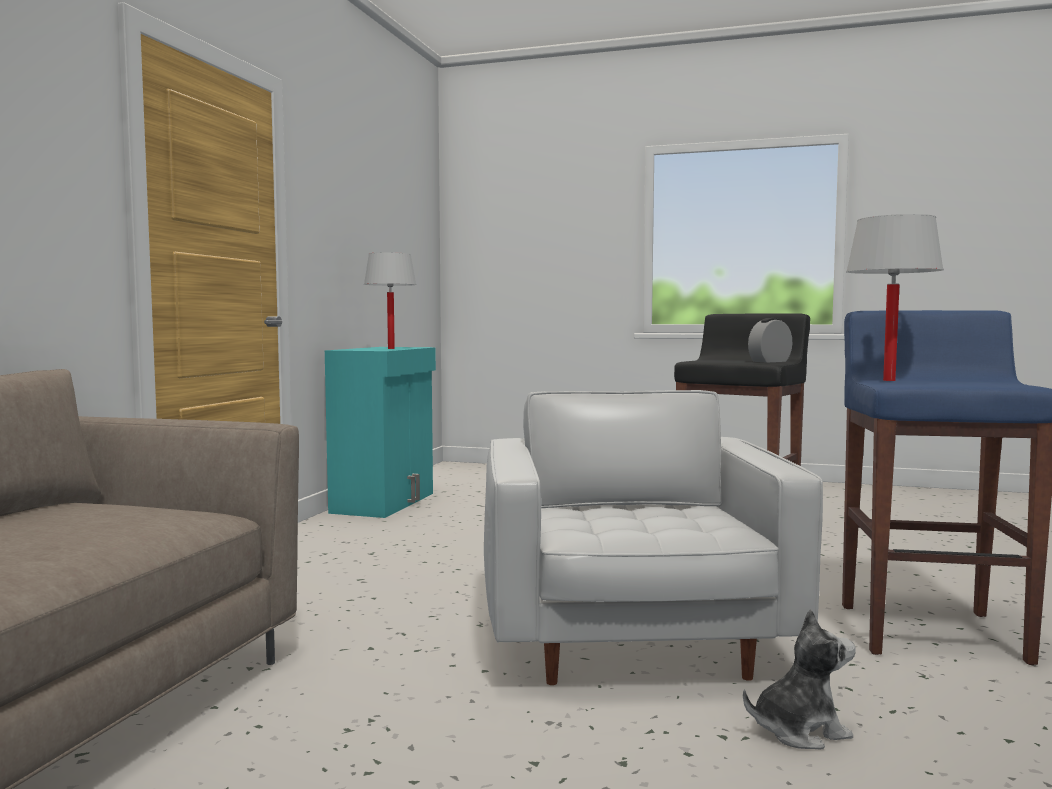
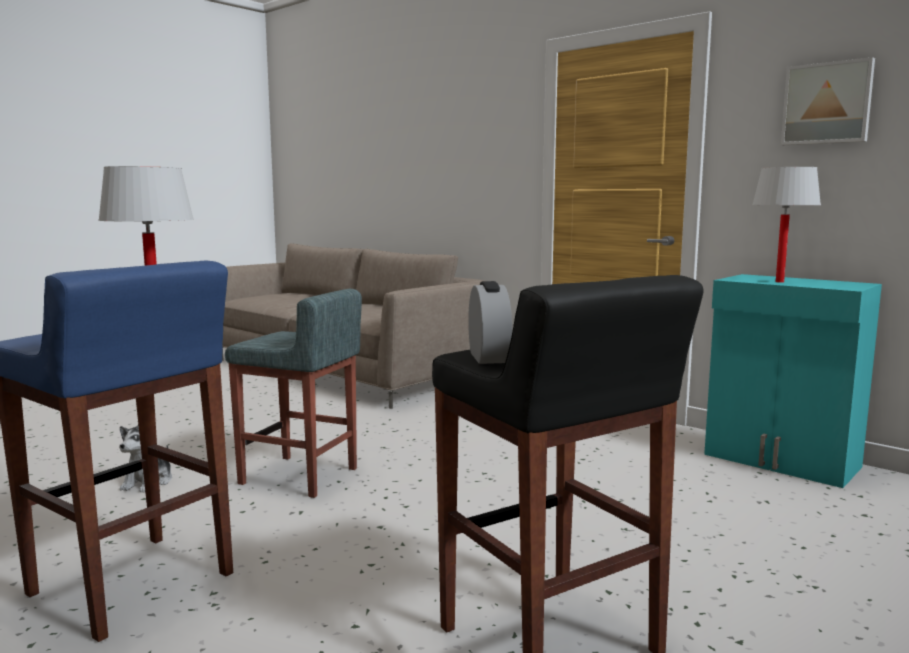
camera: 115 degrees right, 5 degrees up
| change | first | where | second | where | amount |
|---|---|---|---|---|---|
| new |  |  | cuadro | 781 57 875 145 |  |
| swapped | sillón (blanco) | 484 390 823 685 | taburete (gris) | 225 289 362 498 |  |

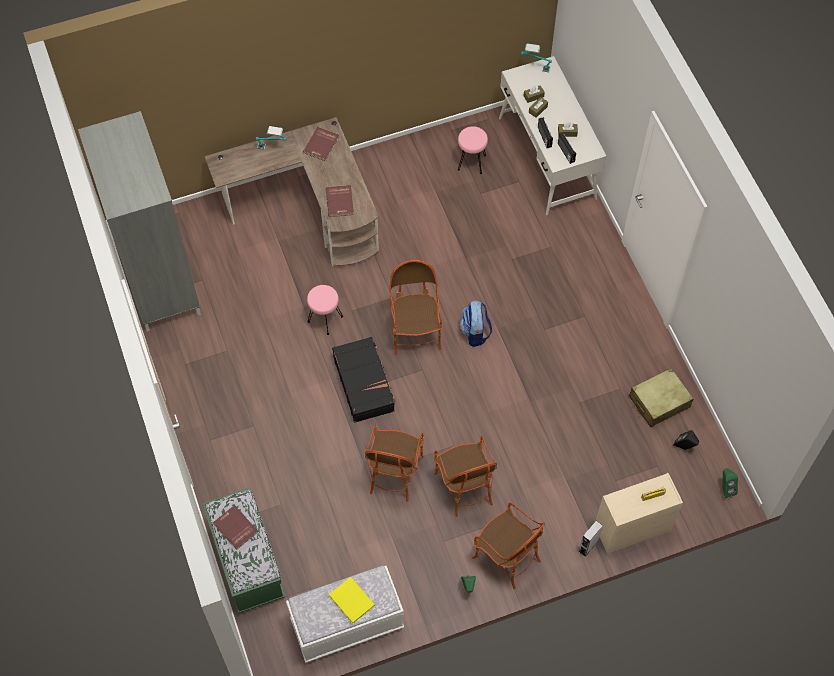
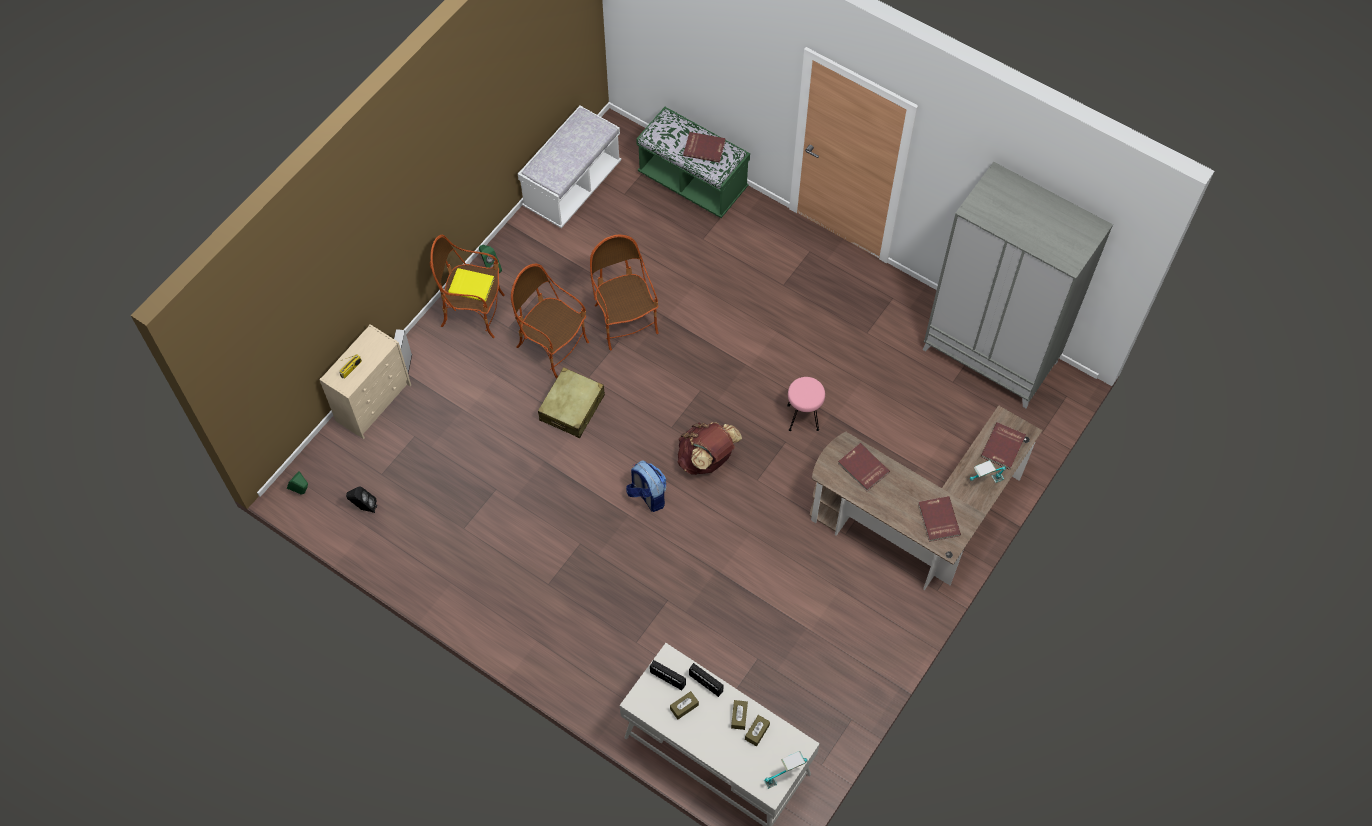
camera: 145 degrees right, 0 degrees up
| change | first | where | second | where | amount |
|---|---|---|---|---|---|
| gone | maleta (negro) | 332 337 396 423 |  |  |  |
| gone | taburete (rosa) | 458 126 488 174 |  |  |  |
| new |  |  | libro (rojo) | 981 422 1026 470 |  |
| shifted | libro (amarillo) | 329 577 375 624 |  | 448 268 494 302 |  |
| shifted | maleta (beis) | 629 368 694 427 |  | 538 367 605 438 |  |
| swapped | sillón | 389 260 443 355 | mochila (marrón) | 678 422 742 475 |  |

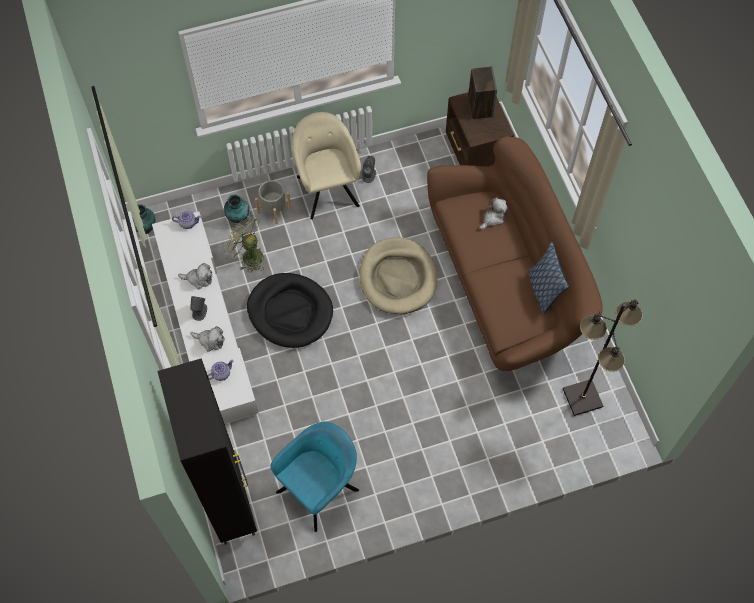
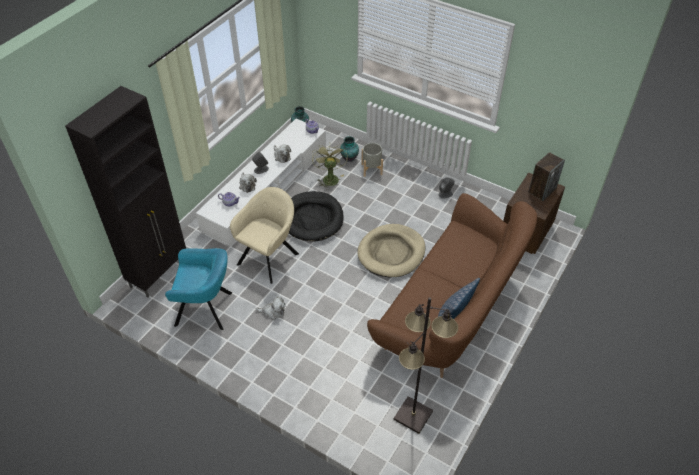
camera: 50 degrees right, 15 degrees down
| change | first | where | second | where | amount |
|---|---|---|---|---|---|
| shifted | sillón (beis) | 292 112 361 220 |  | 230 187 299 284 |  |
| shifted | peluche | 479 197 507 230 |  | 256 297 285 320 |  |

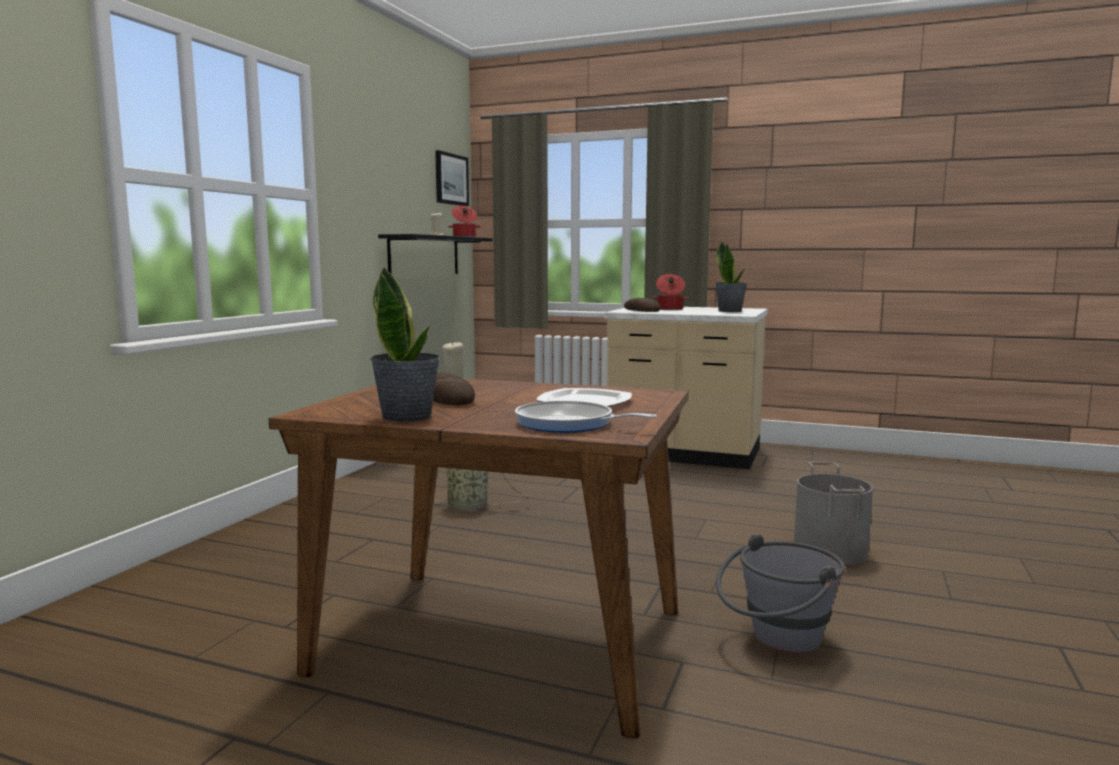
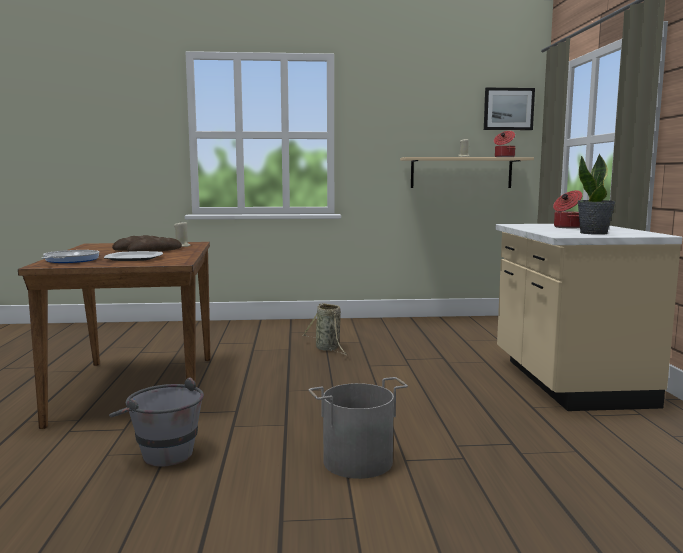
camera: 65 degrees right, 0 degrees up
| change | first | where | second | where | amount |
|---|---|---|---|---|---|
| gone | planta en maceta | 370 267 440 422 |  |  |  |
| shifted | pan | 624 298 661 312 |  | 127 237 182 252 |  |
| repainted | estante (negro) | 378 234 493 274 | estante (beis) | 400 157 534 188 |  |

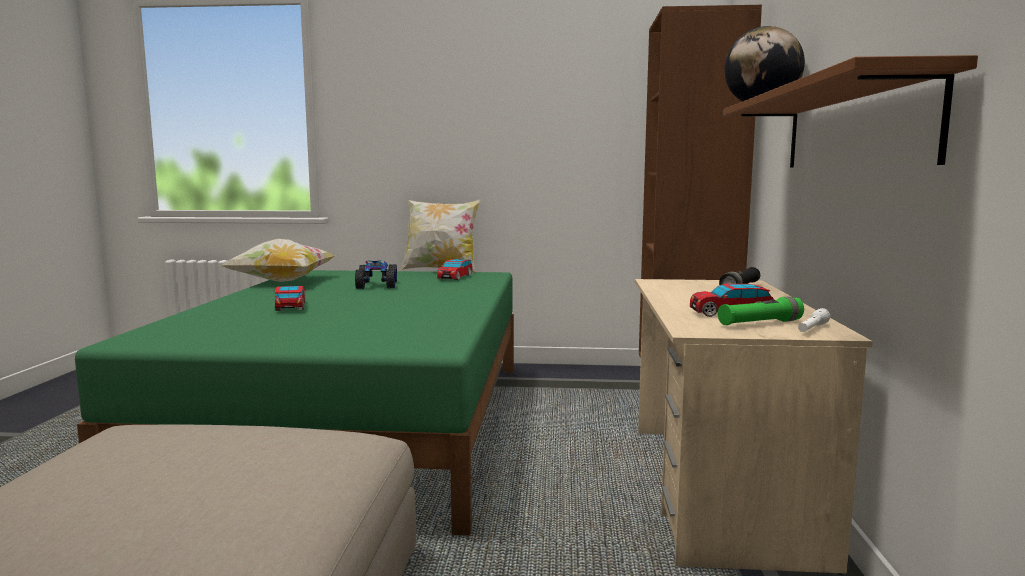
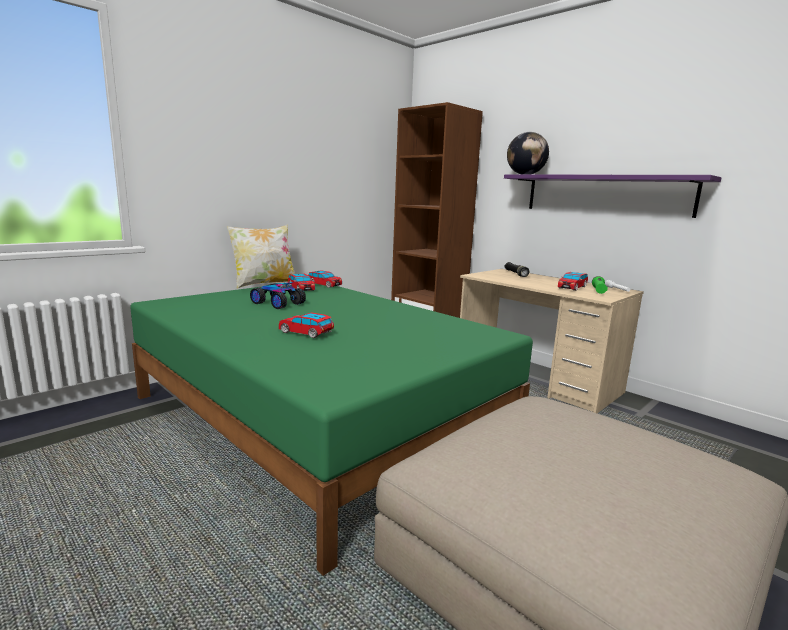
camera: 50 degrees left, 5 degrees up
| change | first | where | second | where | amount |
|---|---|---|---|---|---|
| gone | cojín | 221 239 334 282 |  |  |  |
| new |  |  | coche de juguete | 308 270 342 288 |  |
| repainted | estante (marrón) | 723 55 978 168 | estante (morado) | 504 174 722 218 |  |

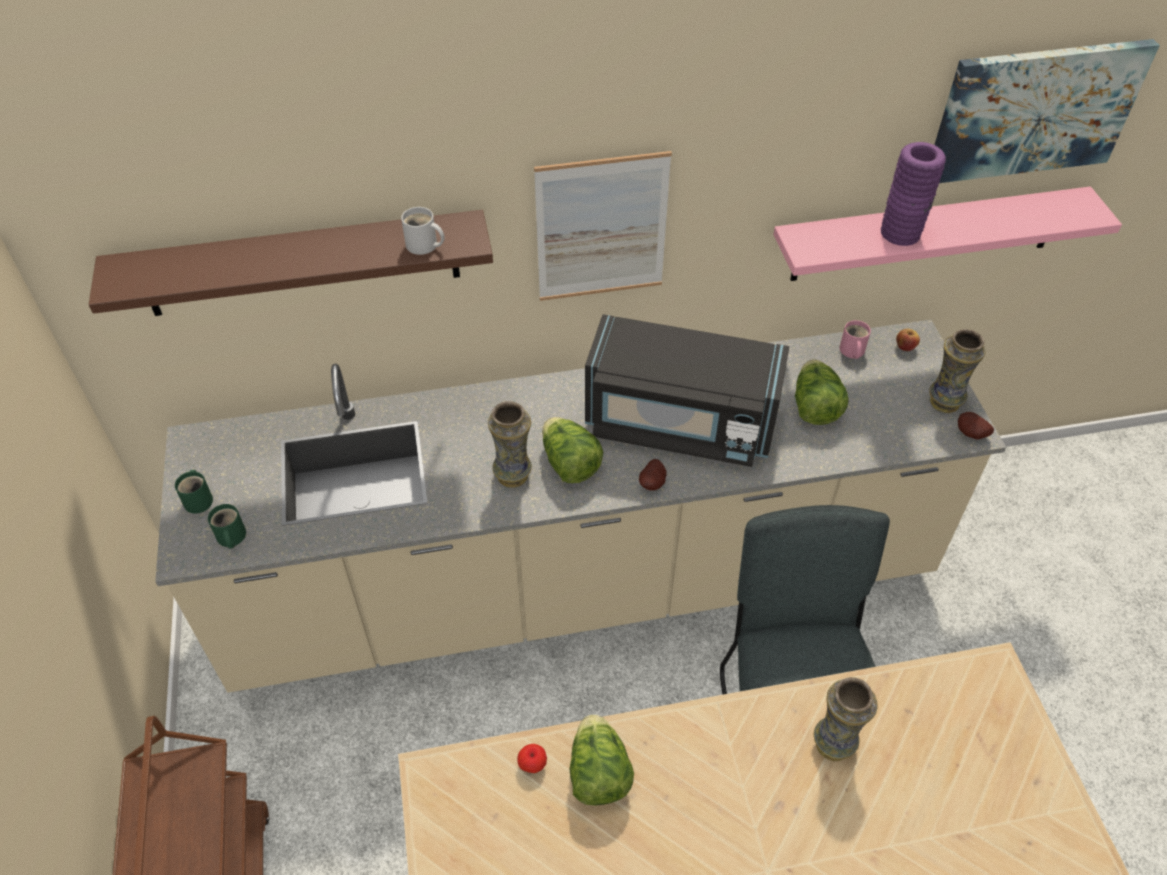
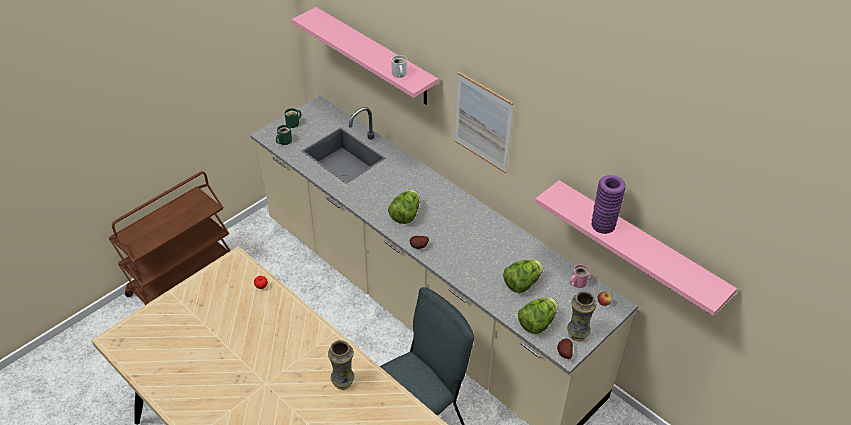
camera: 55 degrees right, 5 degrees down
| change | first | where | second | where | amount |
|---|---|---|---|---|---|
| gone | florero | 488 401 532 488 |  |  |  |
| gone | microondas (negro) | 585 314 789 467 |  |  |  |
| gone | cuadro | 934 39 1160 183 |  |  |  |
| shifted | lechuga | 569 714 634 806 |  | 518 298 558 334 |  |
| repainted | estante (marrón) | 89 210 493 316 | estante (rosa) | 292 7 438 105 |  |

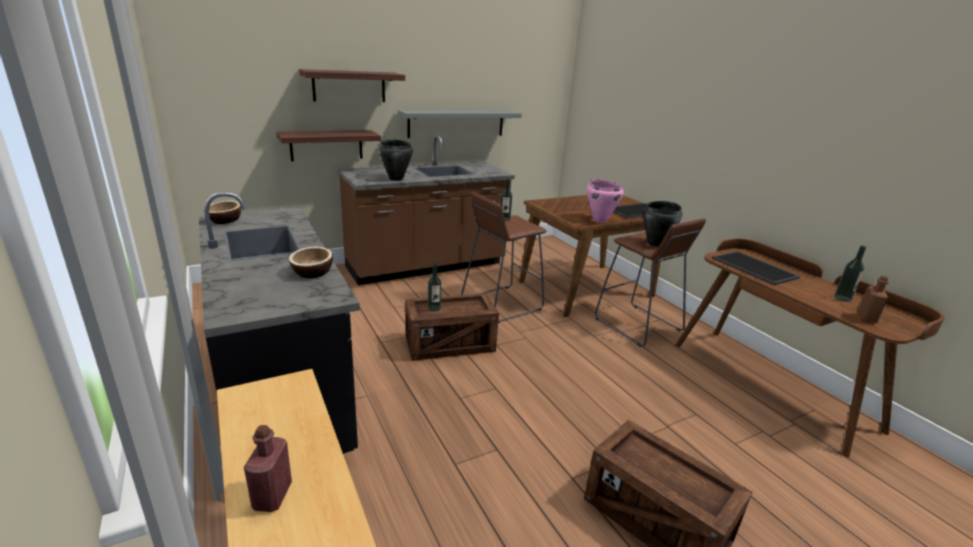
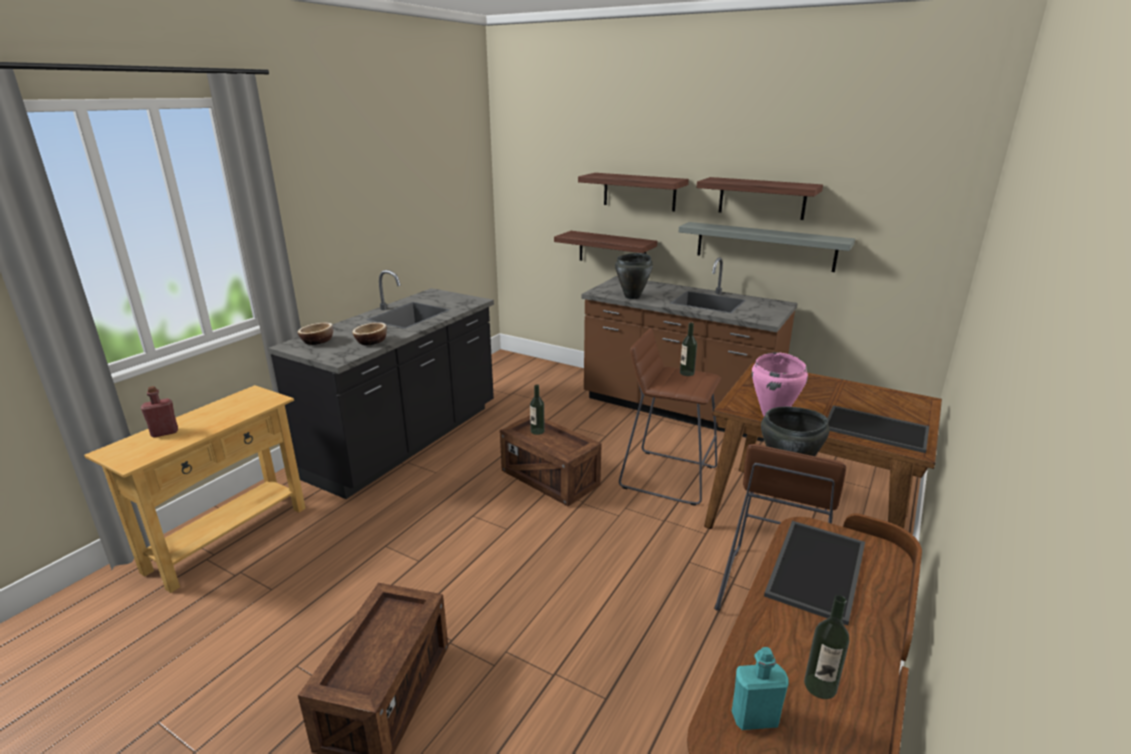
camera: 60 degrees right, 0 degrees up
| change | first | where | second | where | amount |
|---|---|---|---|---|---|
| new |  |  | estante | 696 177 823 220 |  |
| shifted | cuenco | 204 201 241 224 |  | 298 323 333 345 |  |
| repainted | botella (marrón) | 858 275 889 324 | botella (turquesa) | 732 647 789 730 |  |

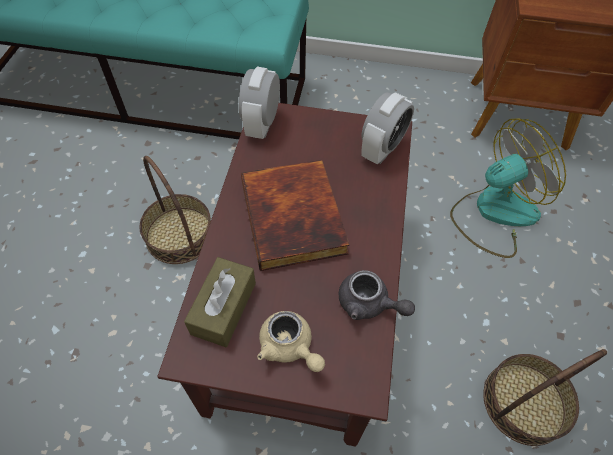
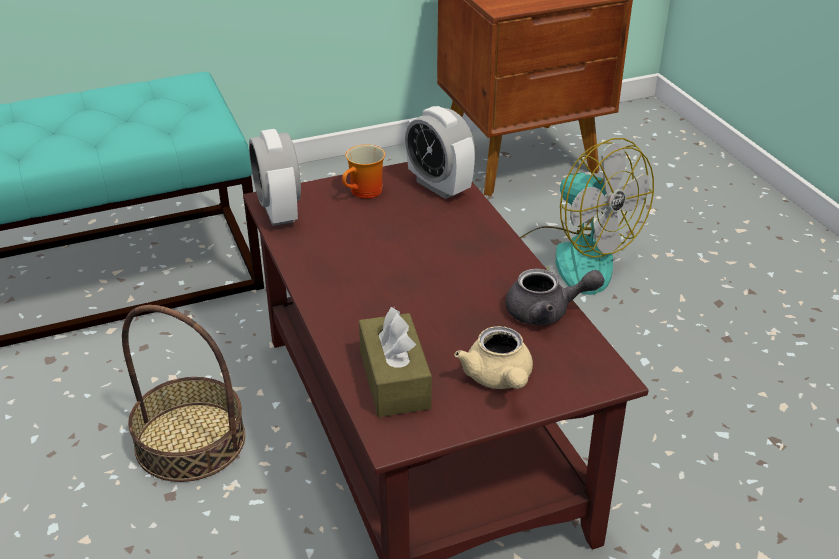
camera: 30 degrees left, 20 degrees down
| change | first | where | second | where | amount |
|---|---|---|---|---|---|
| gone | libro | 241 160 350 271 |  |  |  |
| gone | cesta | 483 349 607 446 |  |  |  |
| new |  |  | taza grande | 342 144 385 199 |  |
| rotated | tetera (beis) | 257 311 325 372 |  | 454 326 533 389 | 60 degrees clockwise |
| rotated | despertador | 361 92 414 165 |  | 405 106 475 199 | 135 degrees clockwise |
| rotated | ventilador | 450 118 566 258 |  | 520 138 654 295 | 105 degrees clockwise |

